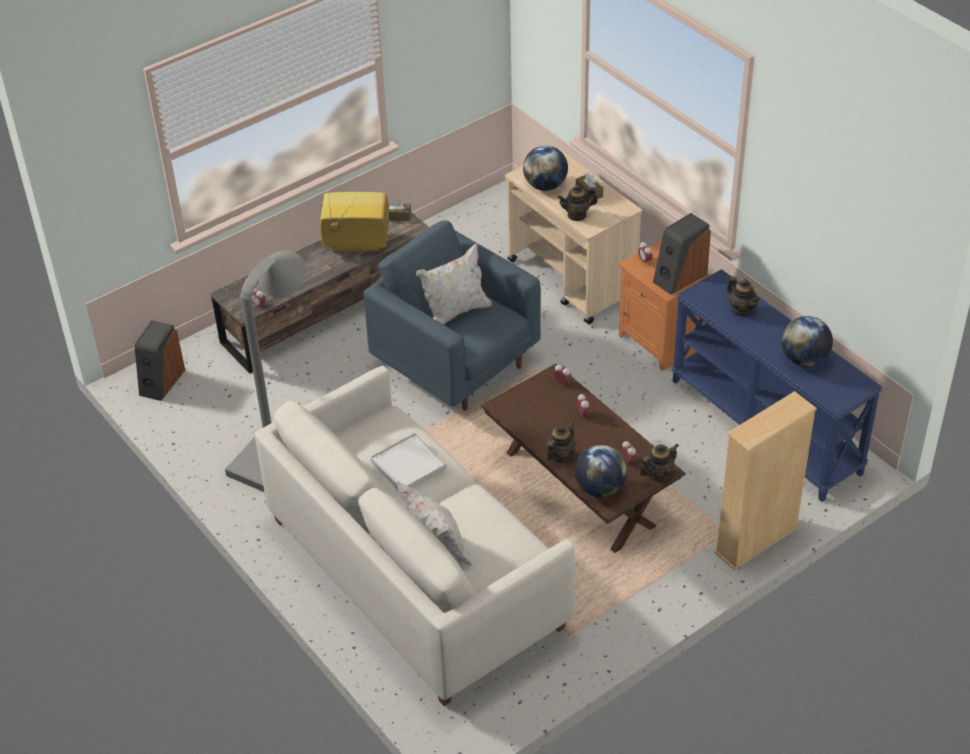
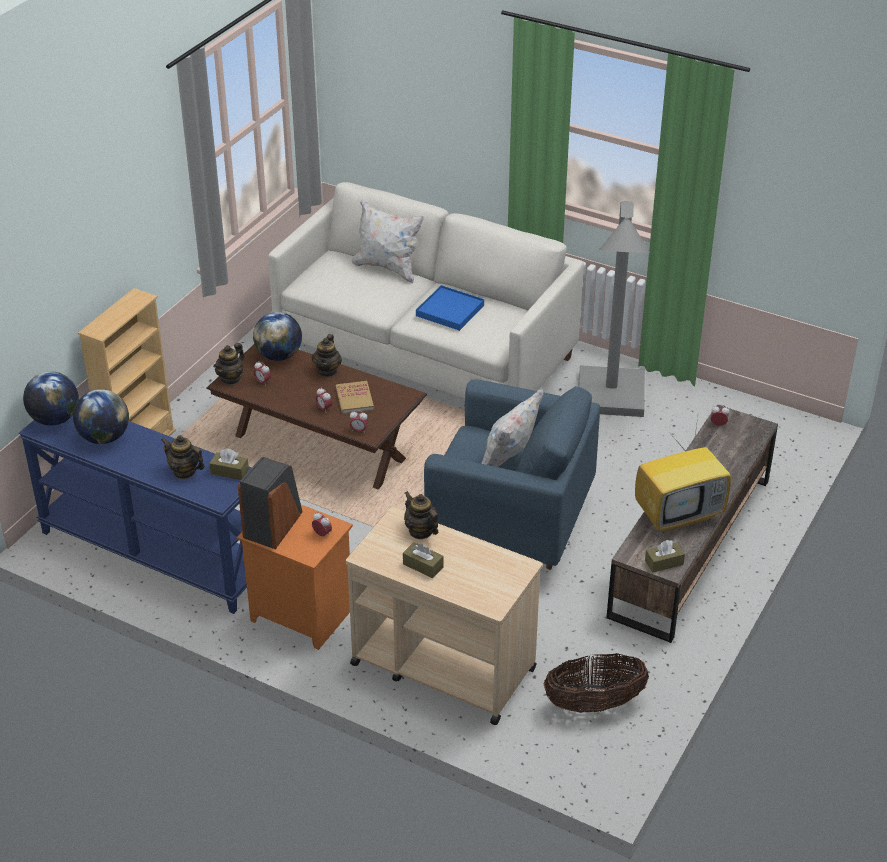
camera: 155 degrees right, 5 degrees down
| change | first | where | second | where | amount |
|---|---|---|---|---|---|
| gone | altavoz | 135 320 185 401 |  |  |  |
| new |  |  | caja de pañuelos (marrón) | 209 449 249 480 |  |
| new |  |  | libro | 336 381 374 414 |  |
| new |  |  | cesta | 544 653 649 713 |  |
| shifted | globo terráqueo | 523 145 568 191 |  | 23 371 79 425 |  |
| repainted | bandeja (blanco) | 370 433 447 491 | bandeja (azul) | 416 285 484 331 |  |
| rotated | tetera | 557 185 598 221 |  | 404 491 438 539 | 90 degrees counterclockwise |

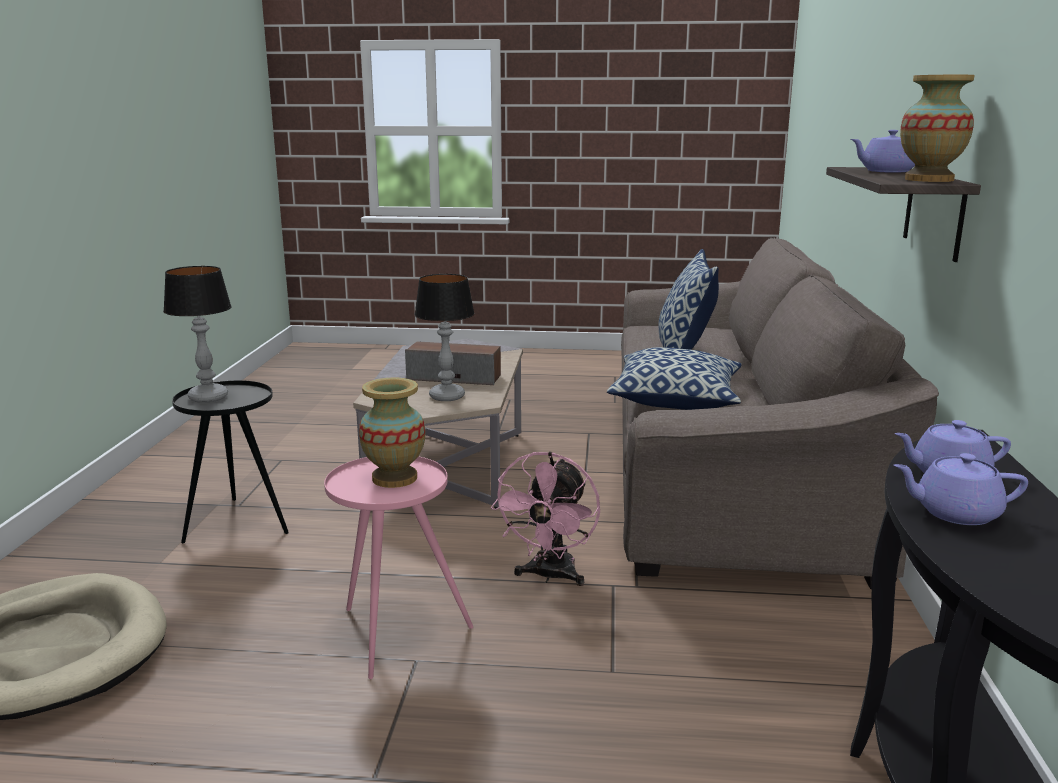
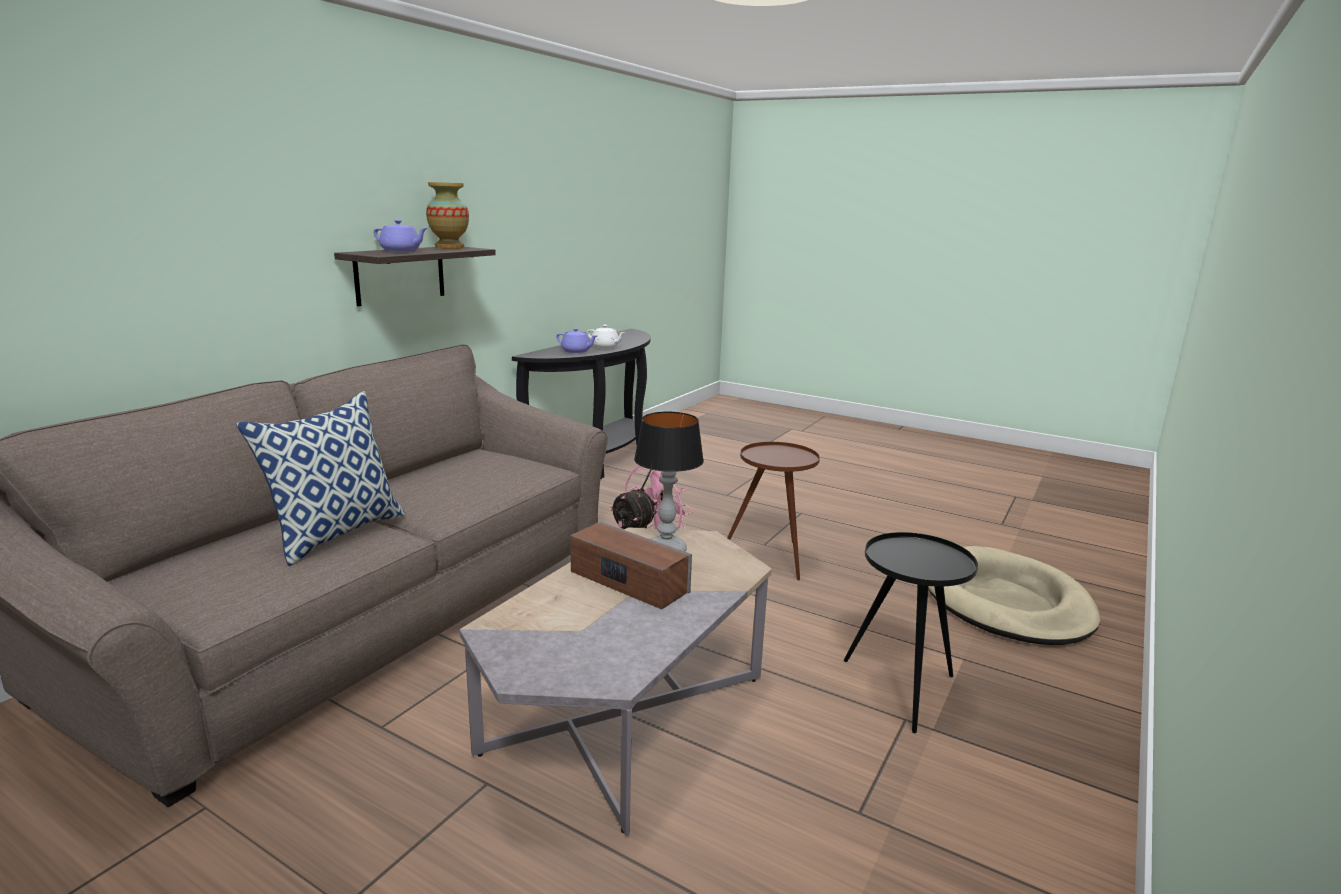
camera: 155 degrees left, 0 degrees up
| change | first | where | second | where | amount |
|---|---|---|---|---|---|
| gone | lámpara de mesa | 163 266 232 403 |  |  |  |
| gone | florero | 359 378 425 488 |  |  |  |
| gone | cojín | 607 347 742 410 |  |  |  |
| repainted | mesa auxiliar (rosa) | 324 456 473 679 | mesa auxiliar (marrón) | 727 442 820 580 |  |
| repainted | tetera (morado) | 894 453 1028 525 | tetera (blanco) | 587 325 626 349 |  |

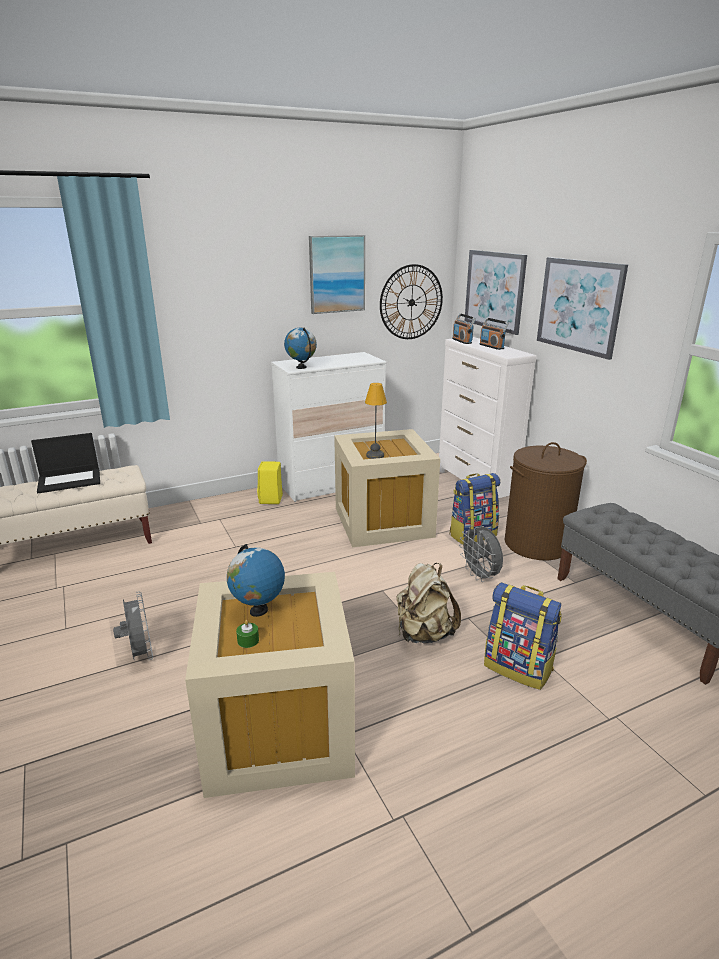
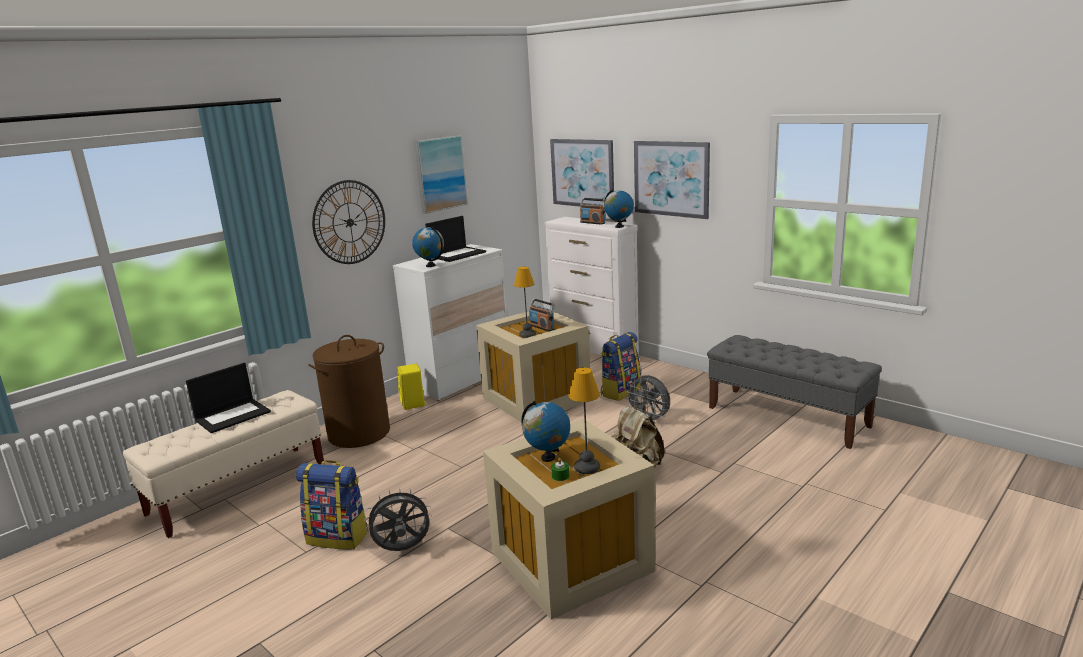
camera: 20 degrees left, 5 degrees down
| change | first | where | second | where | amount |
|---|---|---|---|---|---|
| new |  |  | portátil | 425 216 486 262 |  |
| new |  |  | lámpara de mesa | 568 368 600 474 |  |
| new |  |  | globo terráqueo | 604 189 634 228 |  |
| shifted | reloj de pared | 380 264 443 339 |  | 312 180 385 264 |  |
| shifted | radio | 452 313 476 344 |  | 529 298 555 331 |  |
| shifted | mochila | 484 582 562 690 |  | 296 460 368 549 |  |
| shifted | cesto de la ropa (marrón) | 505 442 587 560 |  | 308 335 390 448 |  |
| rotated | ventilador (gris) | 113 591 153 661 |  | 364 487 432 551 | 60 degrees counterclockwise |

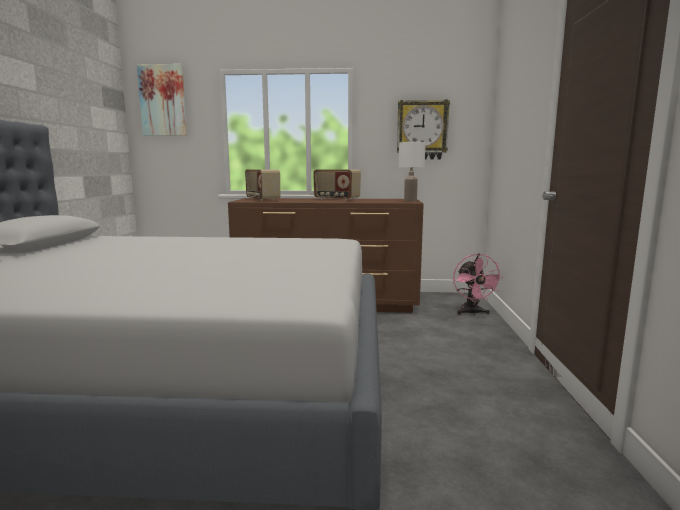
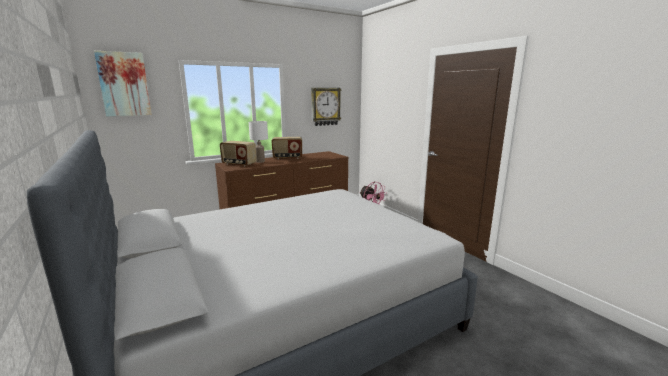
camera: 35 degrees left, 5 degrees up
| change | first | where | second | where | amount |
|---|---|---|---|---|---|
| shifted | lámpara de mesa (blanco) | 399 142 425 201 |  | 249 121 268 163 |  |

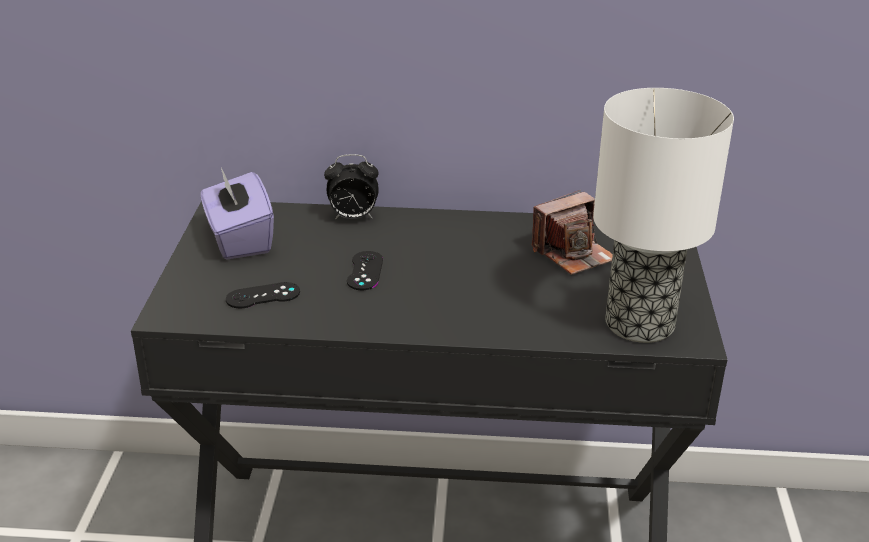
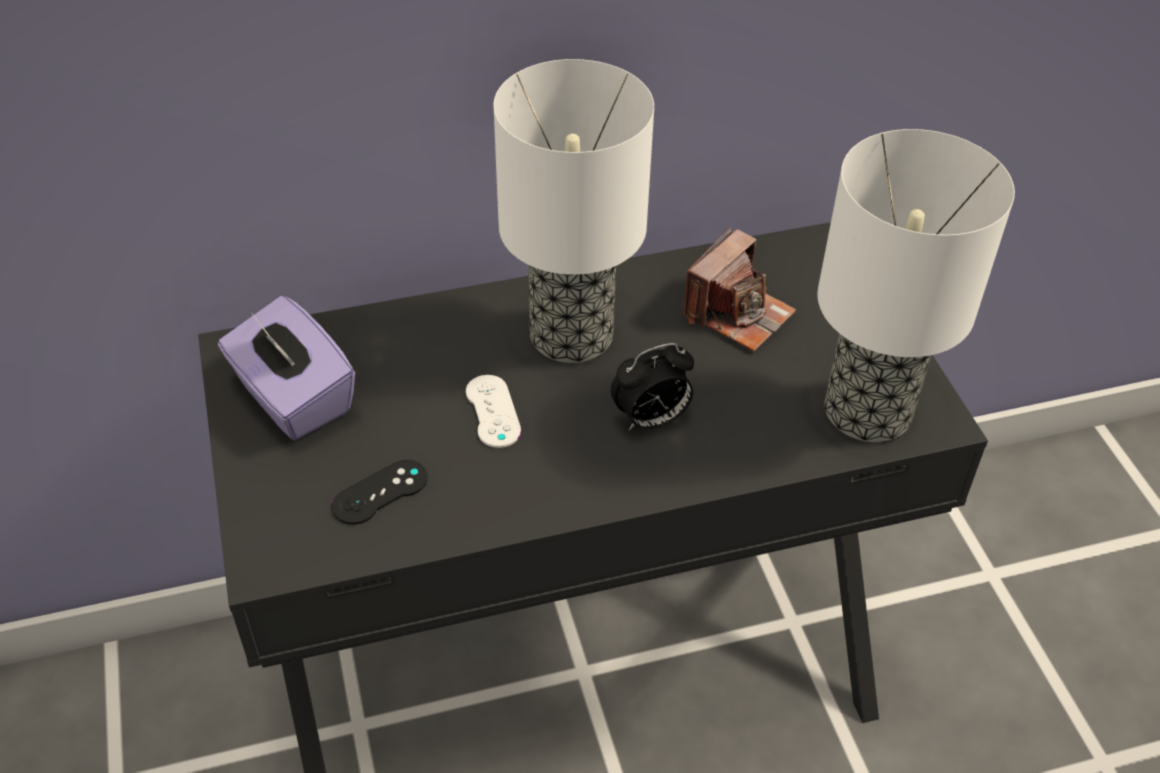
camera: 20 degrees left, 15 degrees up
| change | first | where | second | where | amount |
|---|---|---|---|---|---|
| new |  |  | lámpara de mesa | 493 59 654 363 |  |
| shifted | despertador | 324 154 378 220 |  | 610 343 694 431 |  |
| repainted | mando de consola (negro) | 347 251 383 290 | mando de consola (blanco) | 466 375 521 448 |  |

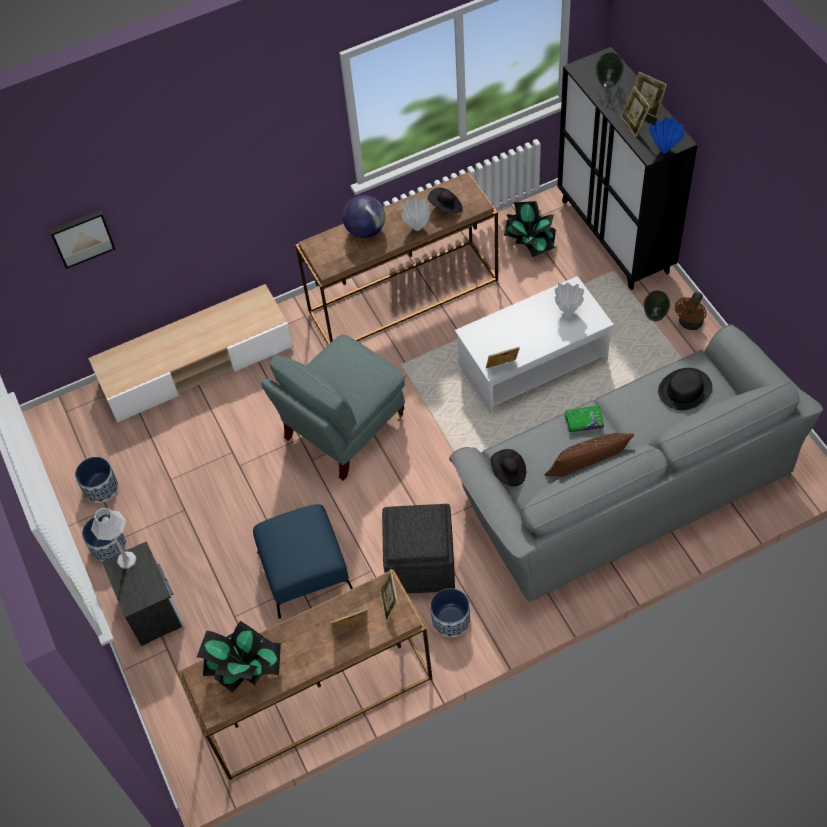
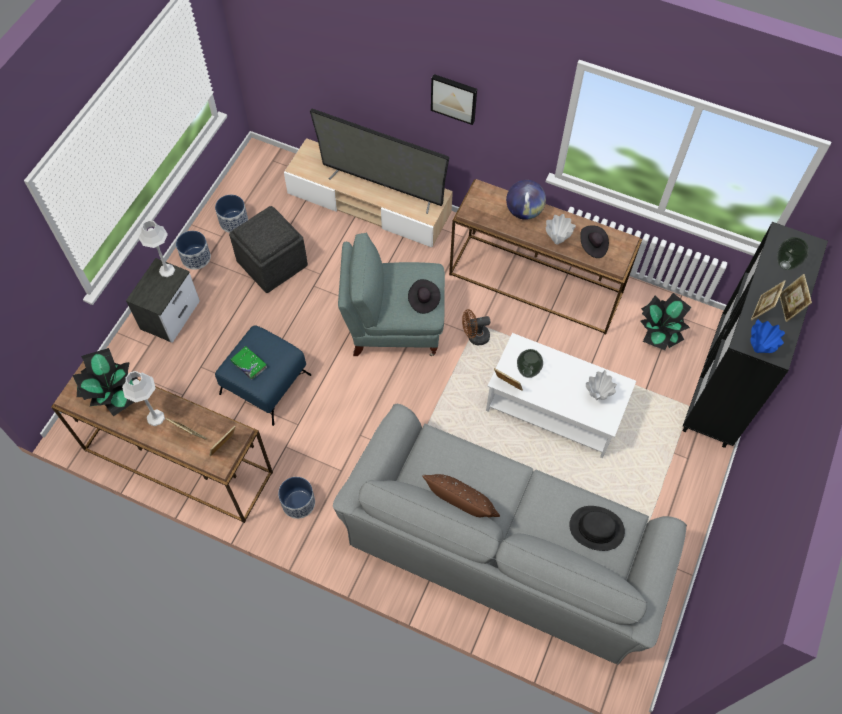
camera: 45 degrees right, 5 degrees up
| change | first | where | second | where | amount |
|---|---|---|---|---|---|
| new |  |  | lámpara de mesa (gris) | 122 371 165 426 |  |
| new |  |  | televisor | 310 109 449 214 |  |
| shifted | cuadro | 49 210 115 269 |  | 431 74 477 125 |  |
| shifted | puf (gris) | 382 504 455 594 |  | 229 206 308 293 |  |
| shifted | sombrero (negro) | 491 449 526 486 |  | 408 279 441 314 |  |
| shifted | libro (verde) | 564 406 604 432 |  | 230 346 267 380 |  |
| shifted | florero | 644 290 670 322 |  | 517 349 543 378 |  |
| shifted | ventilador (marrón) | 675 292 707 330 |  | 462 309 491 345 |  |

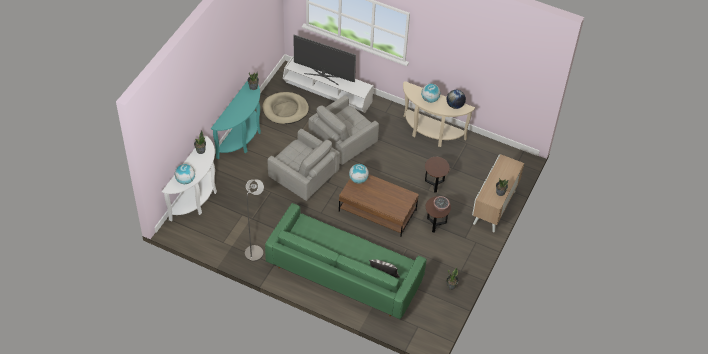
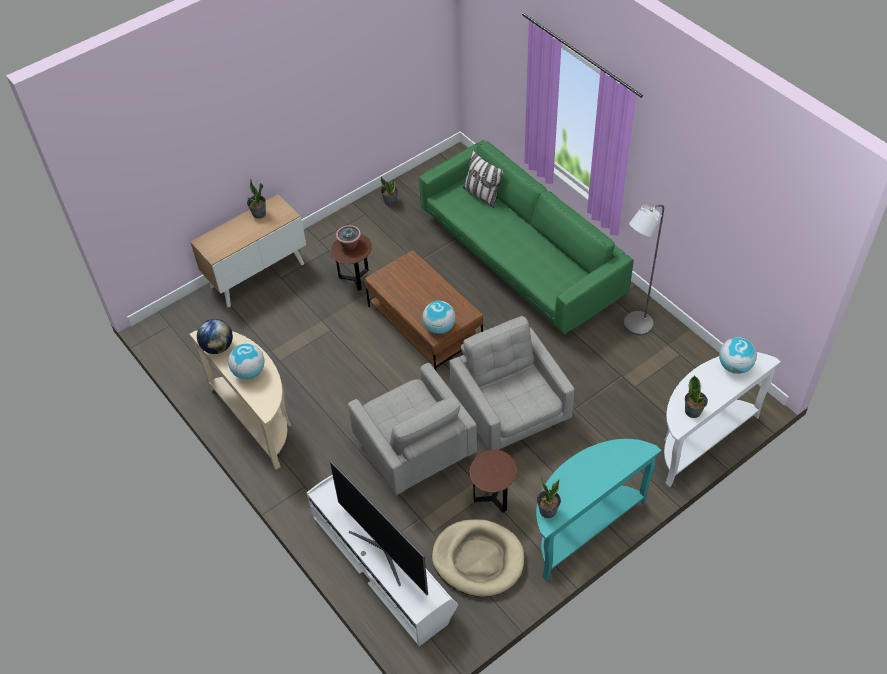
camera: 150 degrees left, 0 degrees up
| change | first | where | second | where | amount |
|---|---|---|---|---|---|
| shifted | mesa auxiliar (marrón) | 425 157 450 193 |  | 470 450 517 513 |  |
| rotated | sillón (gris) | 309 95 379 165 |  | 348 363 477 495 | 75 degrees clockwise |

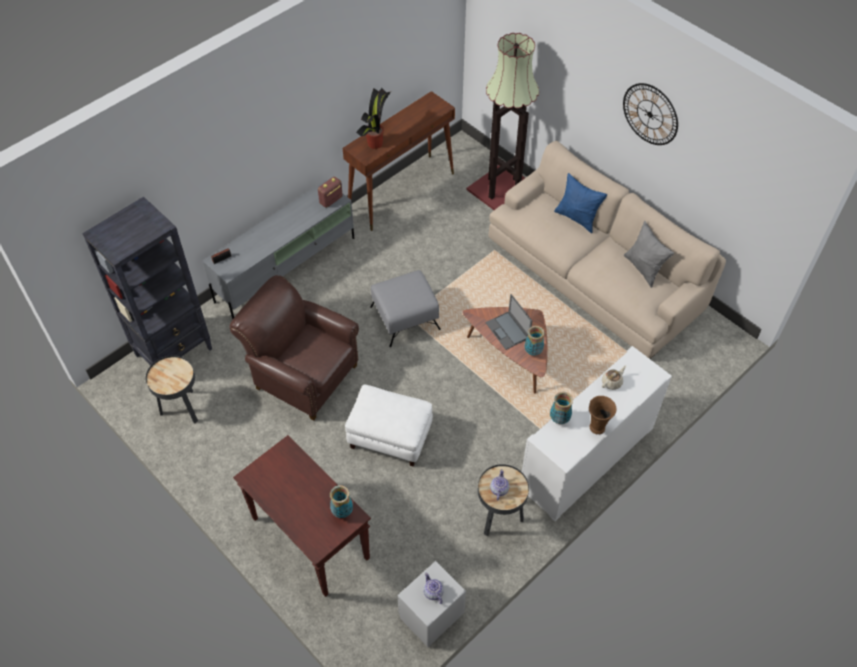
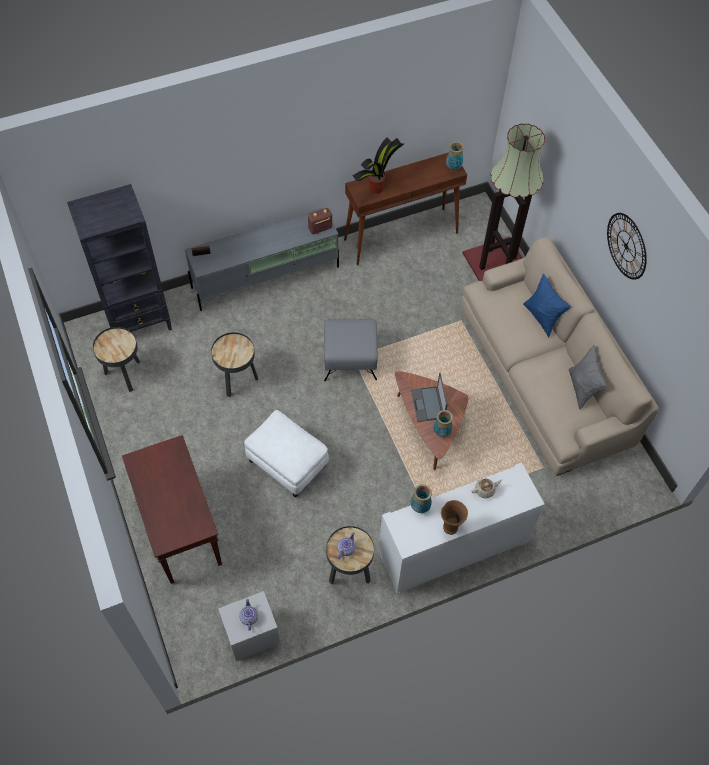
camera: 20 degrees right, 5 degrees up
| change | first | where | second | where | amount |
|---|---|---|---|---|---|
| shifted | florero | 330 485 353 518 |  | 446 141 464 170 |  |
| swapped | sillón (marrón) | 229 275 359 421 | mesa auxiliar (negro) | 211 332 258 397 |  |

